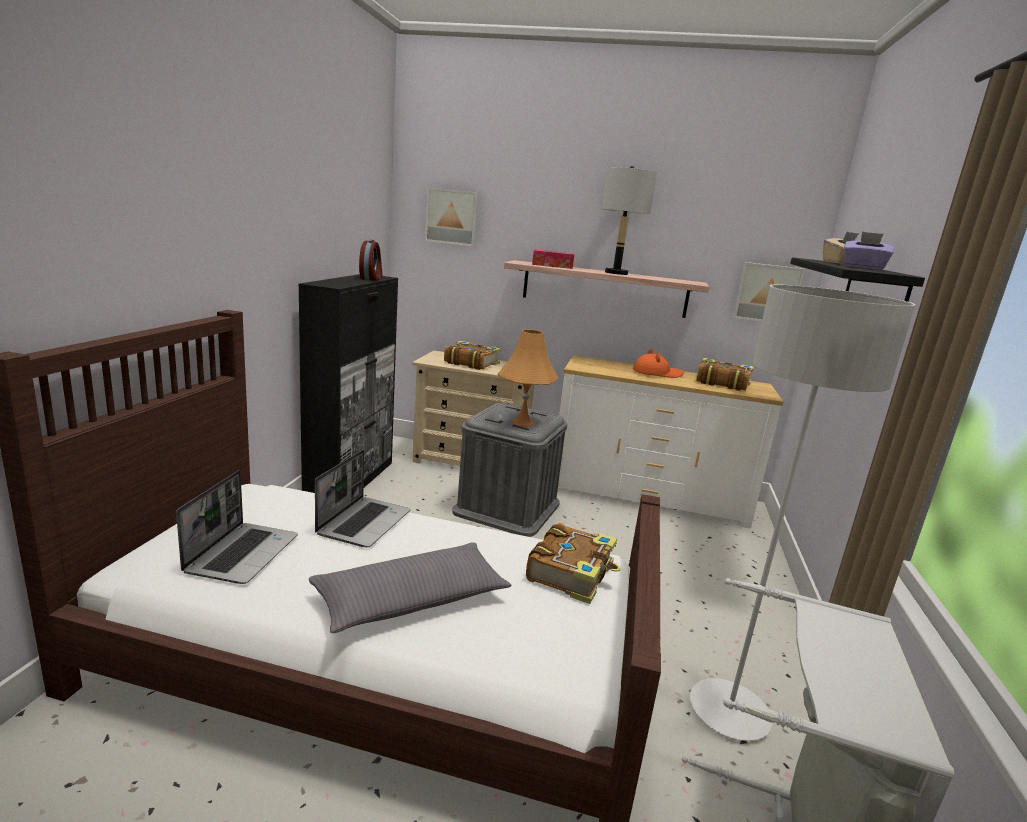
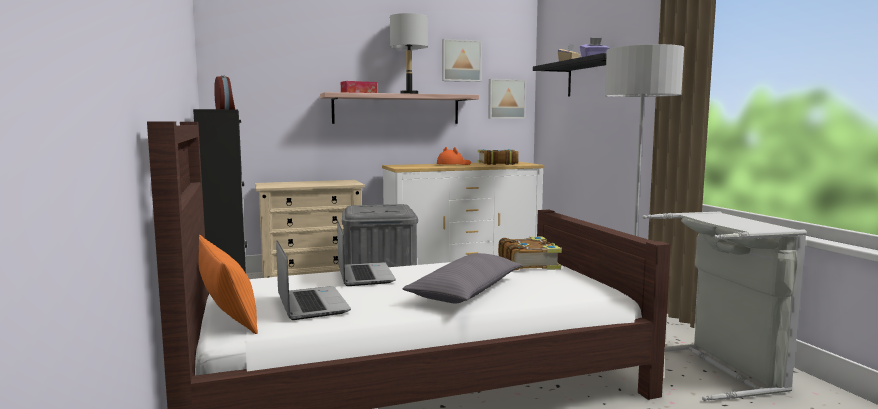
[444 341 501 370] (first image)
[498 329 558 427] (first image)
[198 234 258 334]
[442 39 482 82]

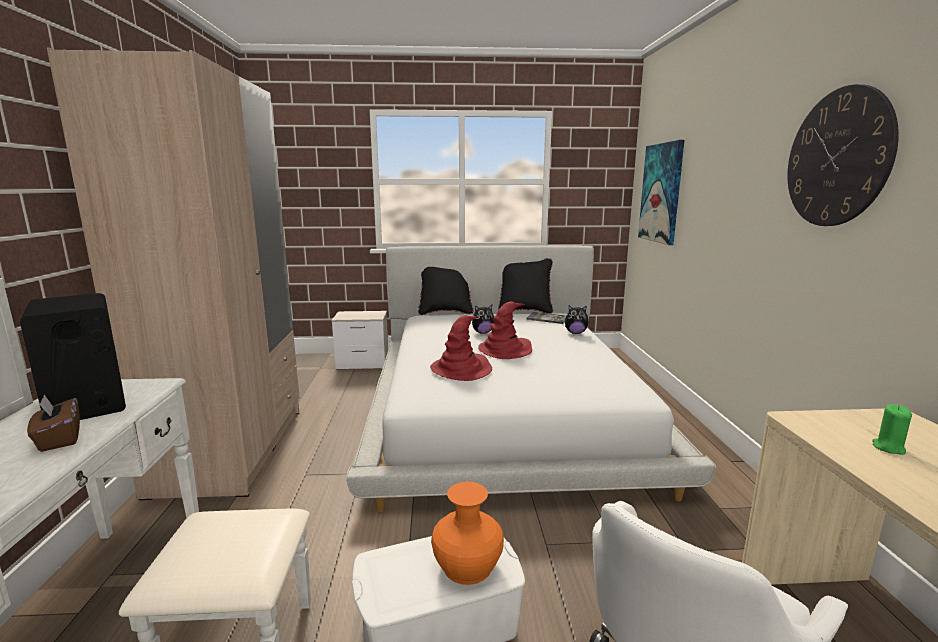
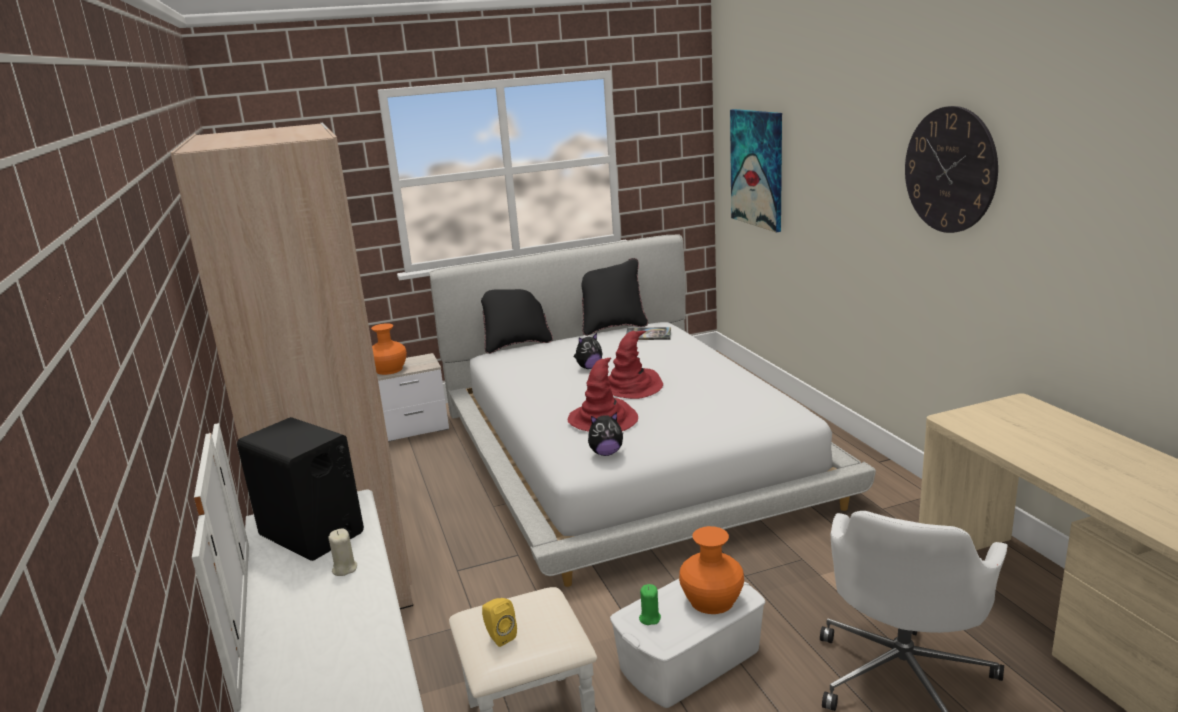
[371 323 407 375]
[482 598 517 647]
[588 412 623 456]
[639 584 661 625]
[328 529 357 576]

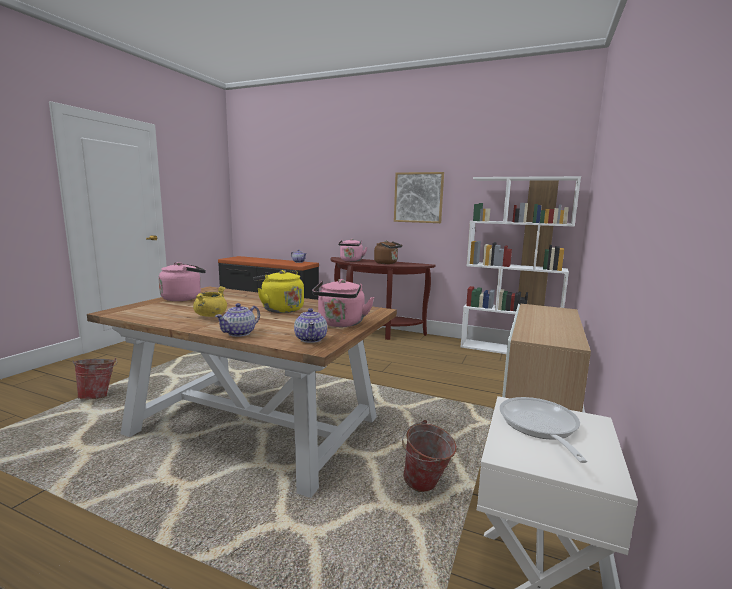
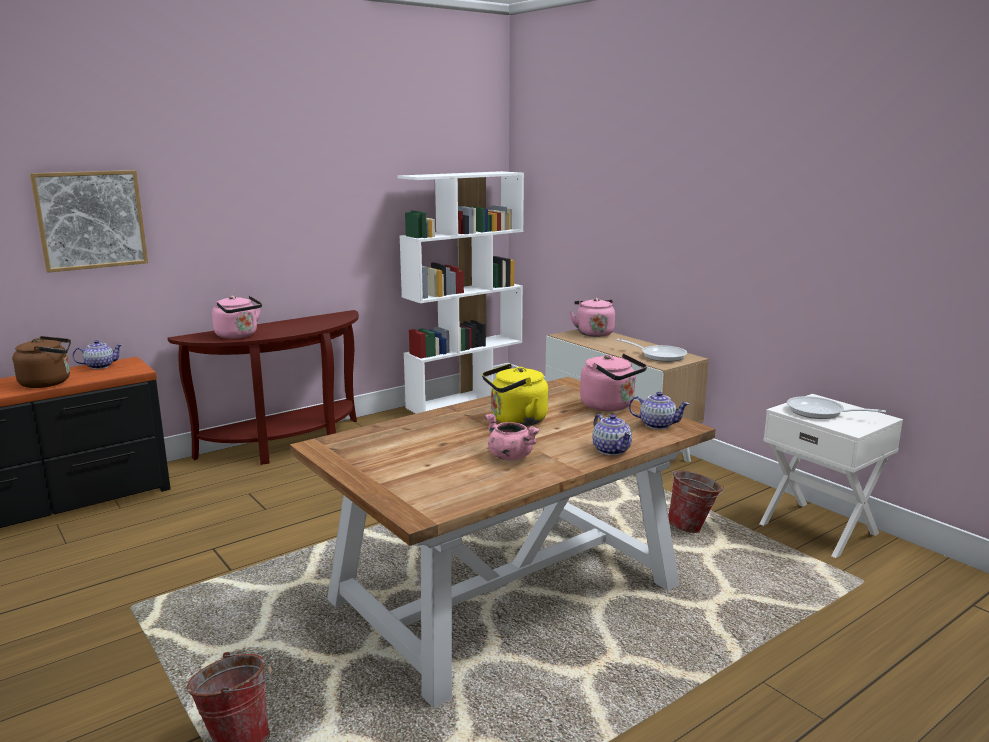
[616 339 687 362]
[570 298 615 337]
[12 336 71 388]
[30 170 148 273]
[485 414 540 461]

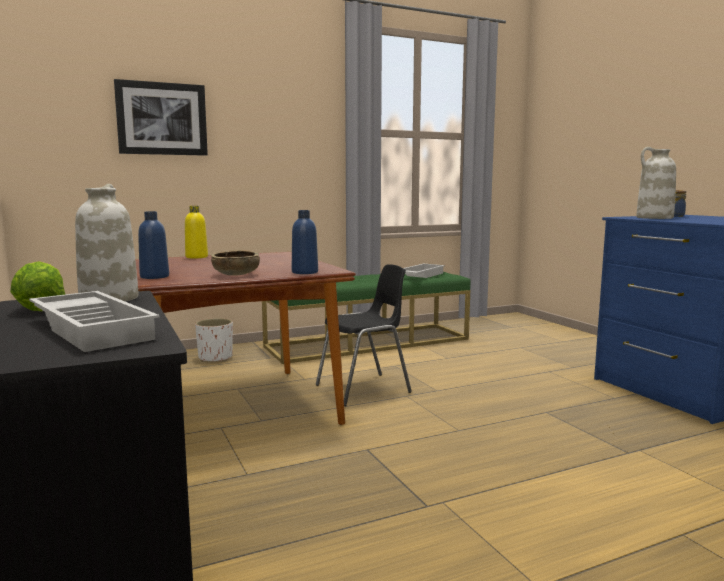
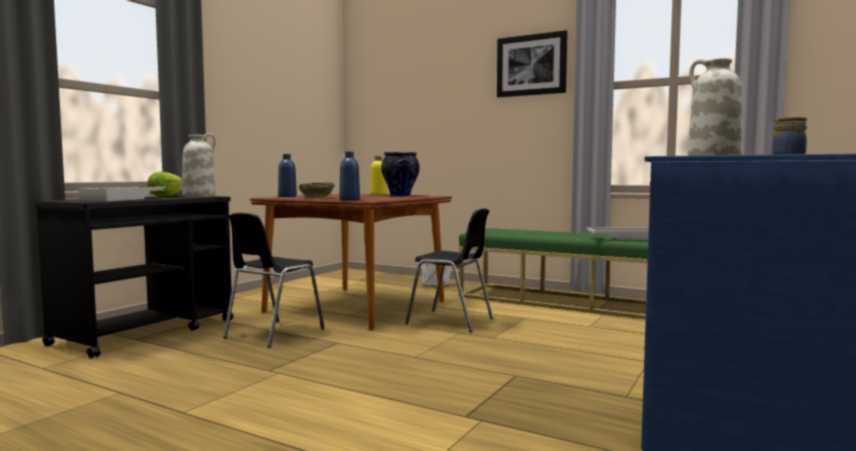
[223 213 325 347]
[381 152 419 197]
[497 30 567 97]

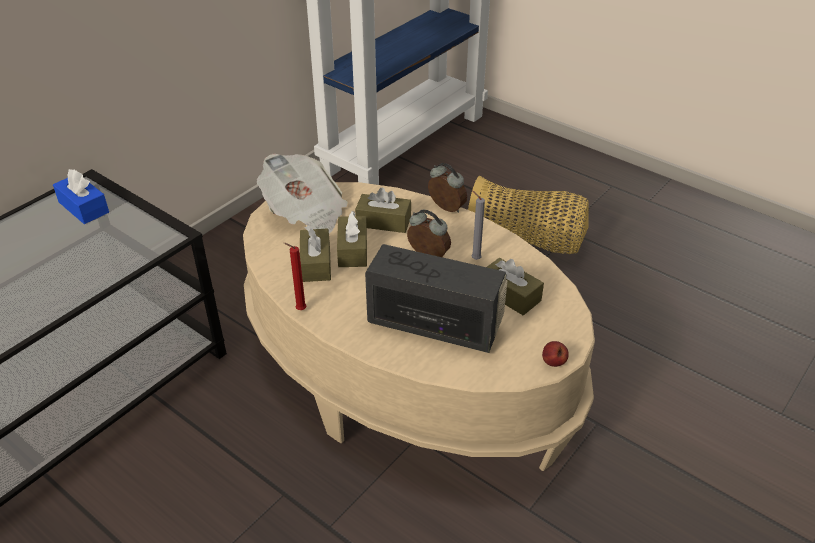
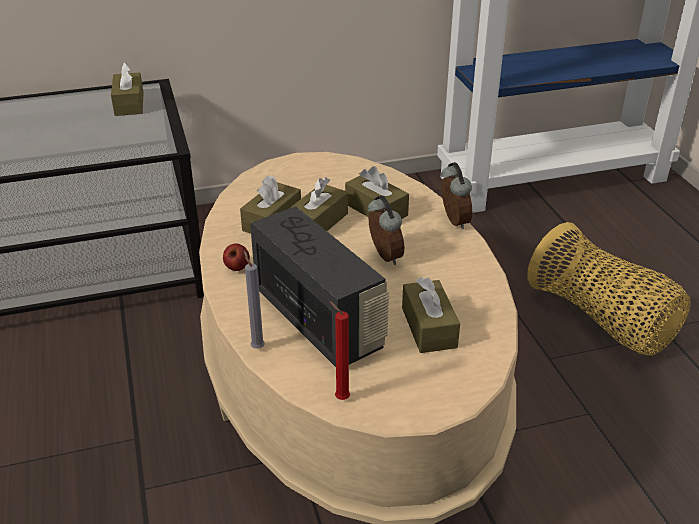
[257 153 348 234] (first image)
[329 301 350 400]
[244 251 265 349]
[223 243 250 271]
[111 62 144 116]

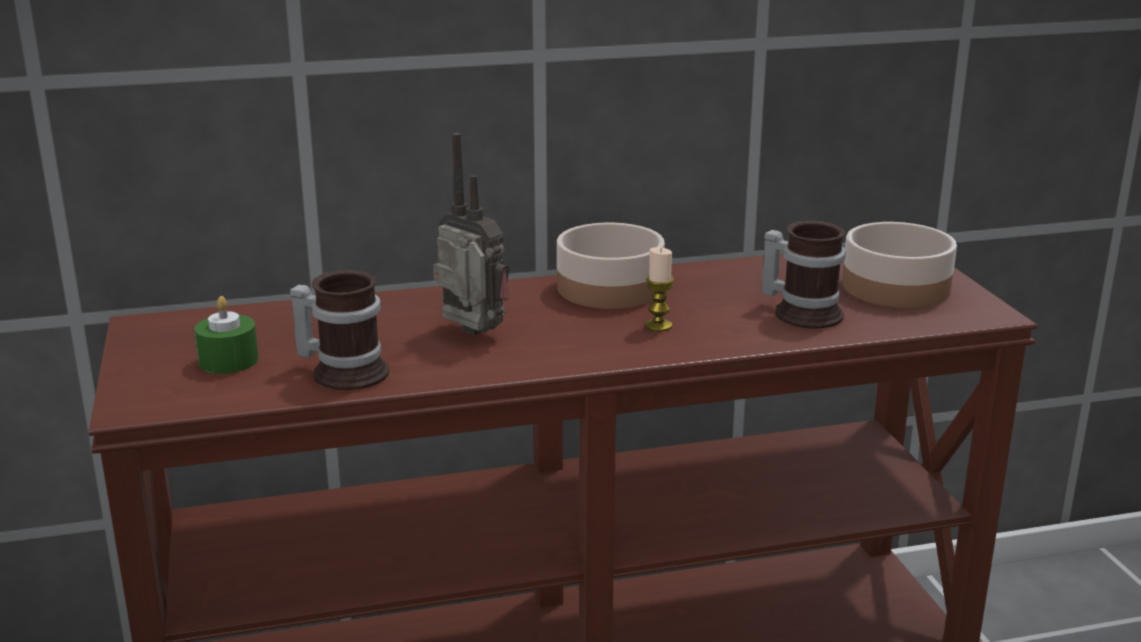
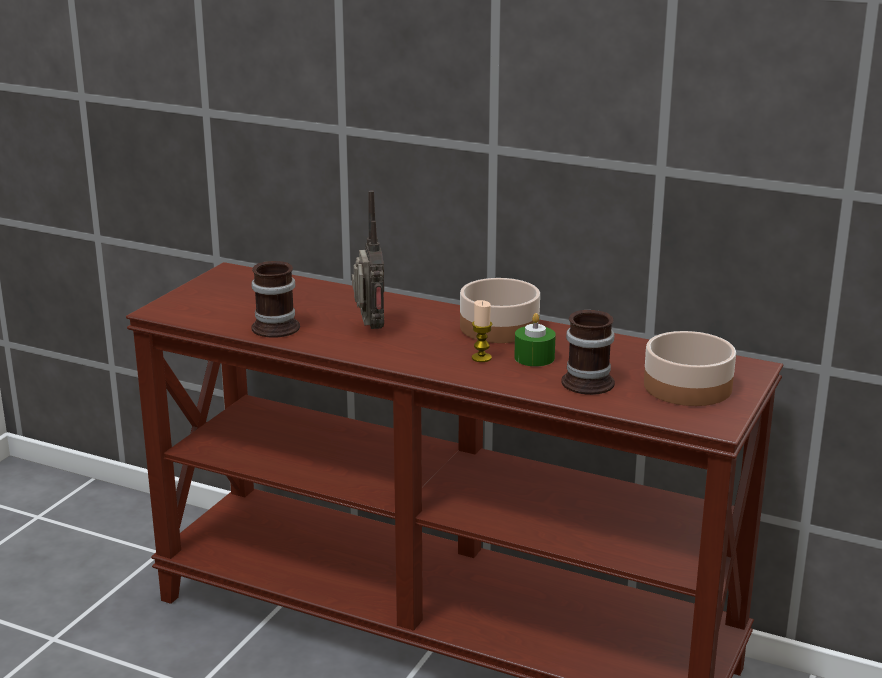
[514 313 556 367]

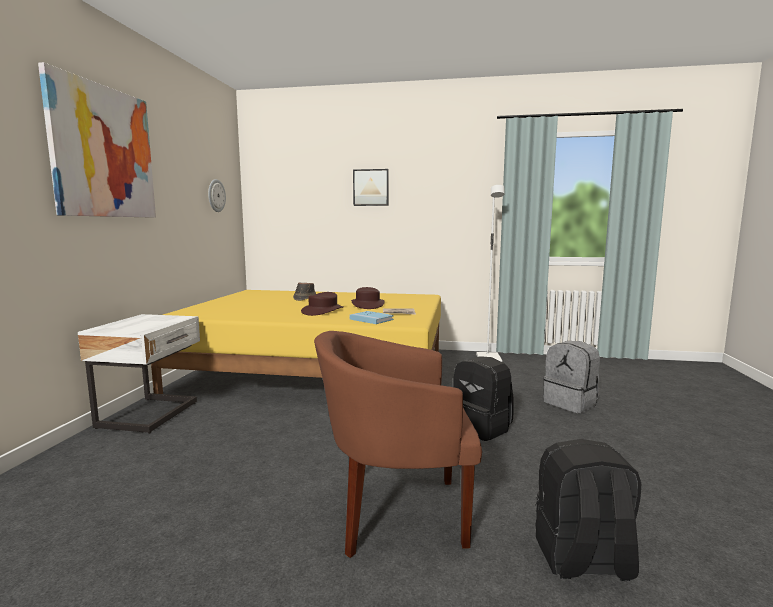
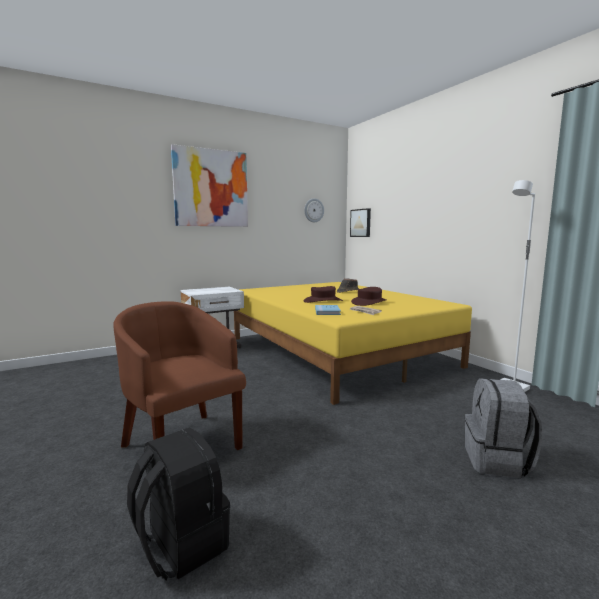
[453 356 514 441] (first image)
[350 208 371 237]

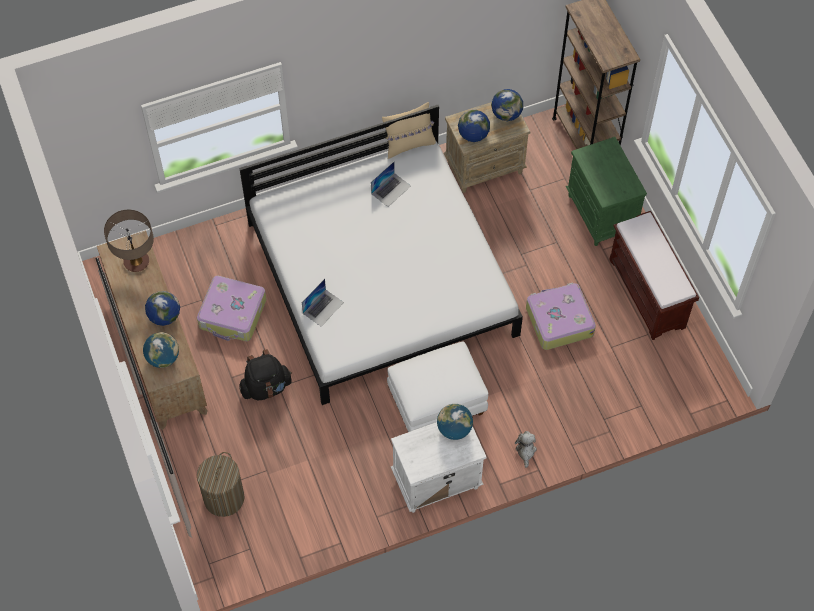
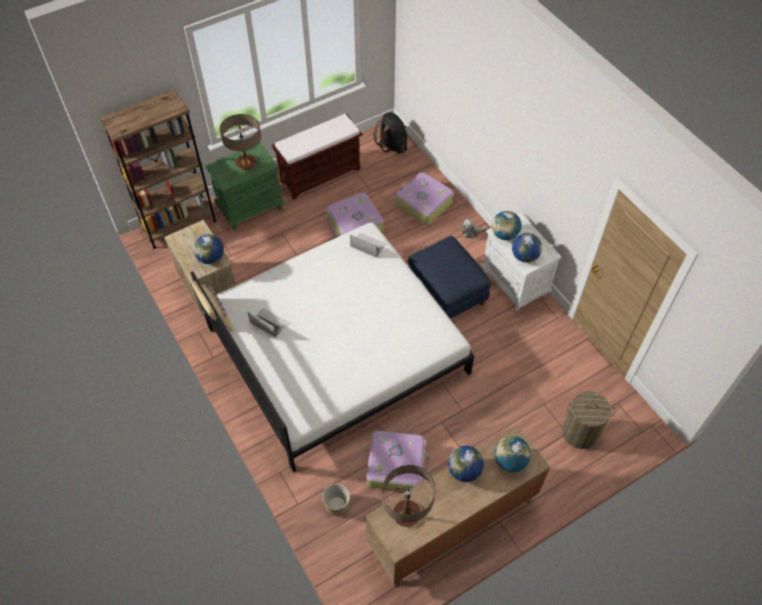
[220 114 261 170]
[322 484 350 516]
[396 172 454 225]
[373 112 407 154]
[350 233 386 258]
[512 233 542 263]
[408 236 491 319]

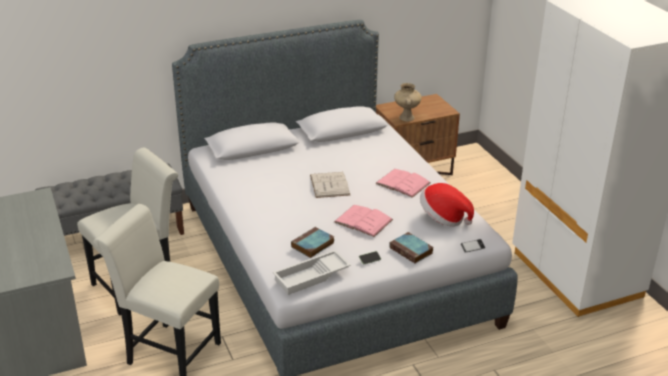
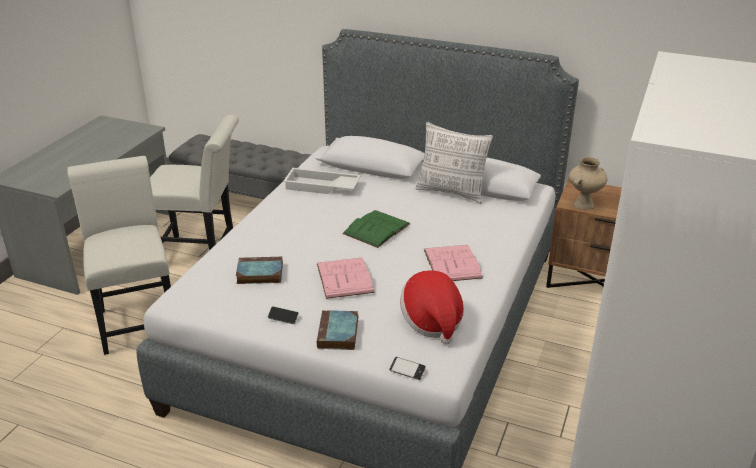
[415 122 493 204]
[283 168 361 194]
[343 210 410 248]

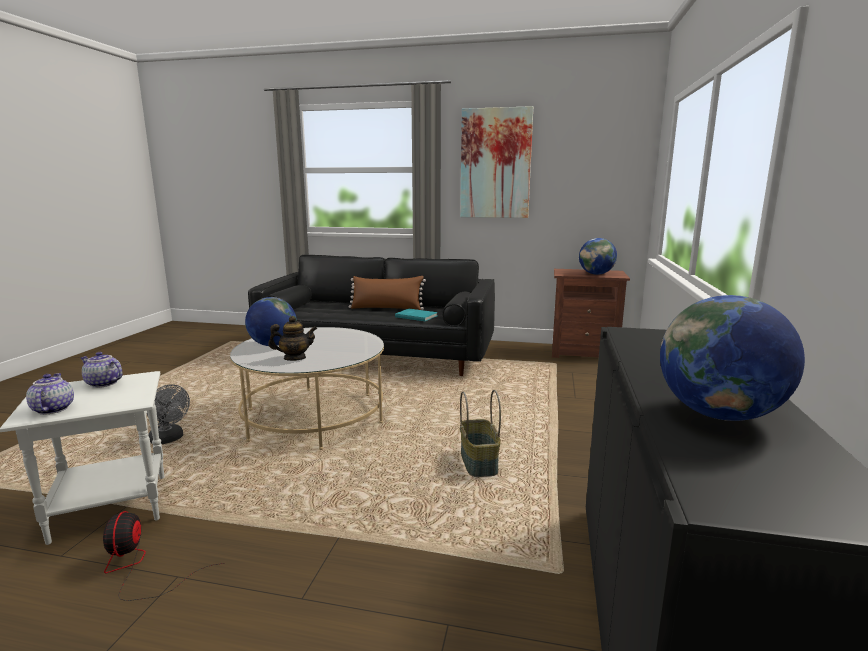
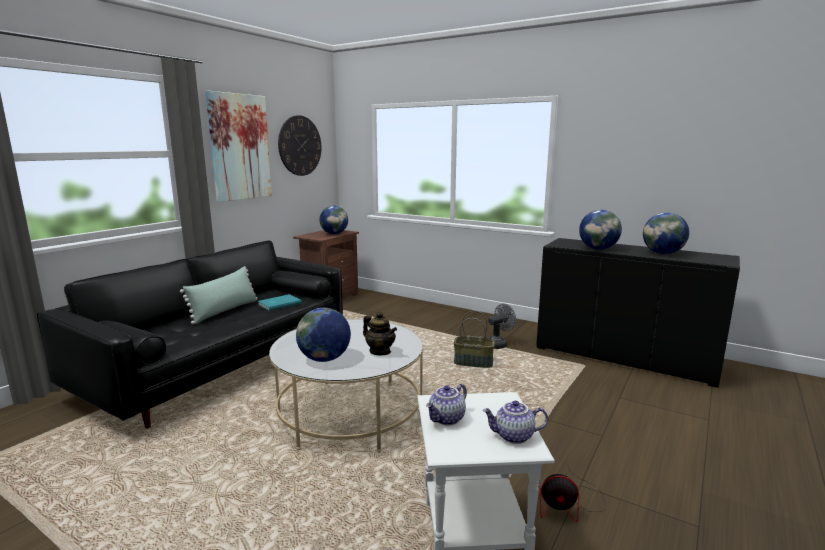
[278 115 321 176]
[579 210 622 250]
[488 304 516 349]
[180 266 258 324]
[363 312 397 355]

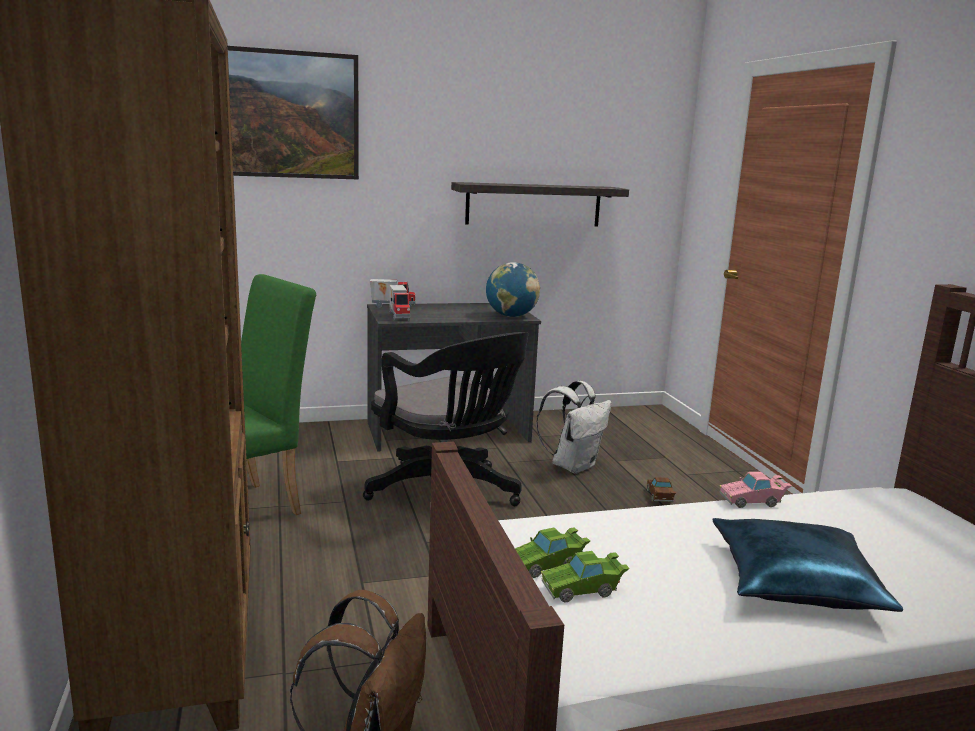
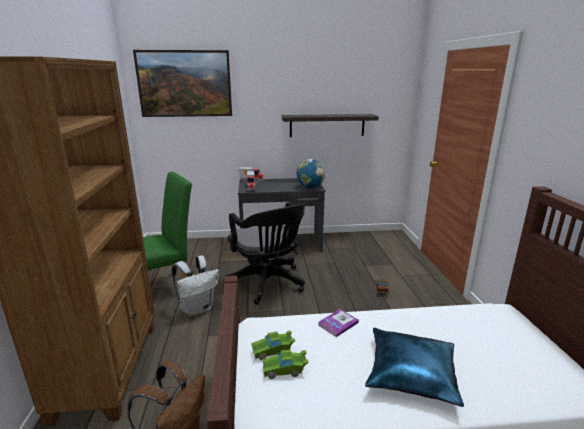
[720 472 792 508] (first image)
[318 309 359 337]
[172 255 219 316]

